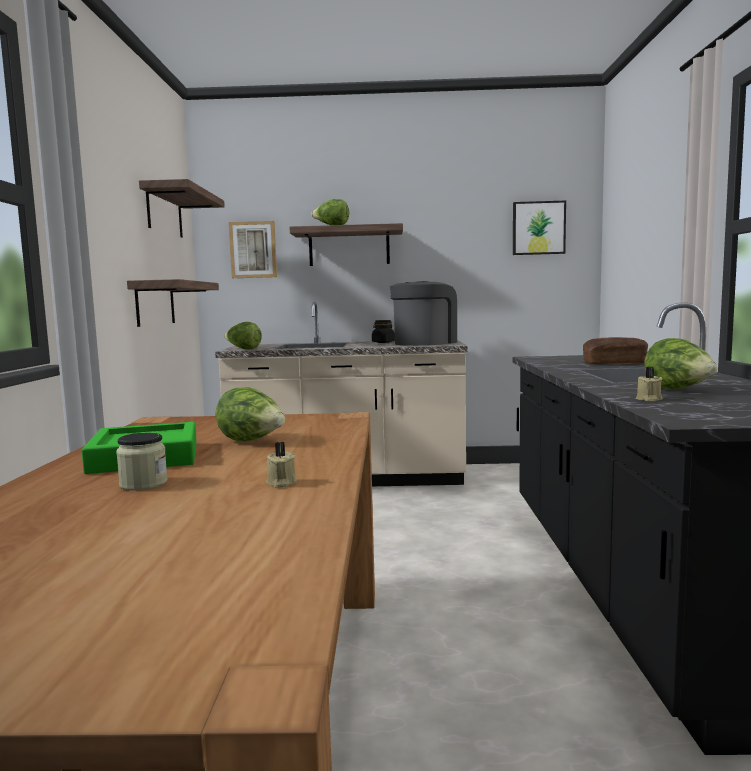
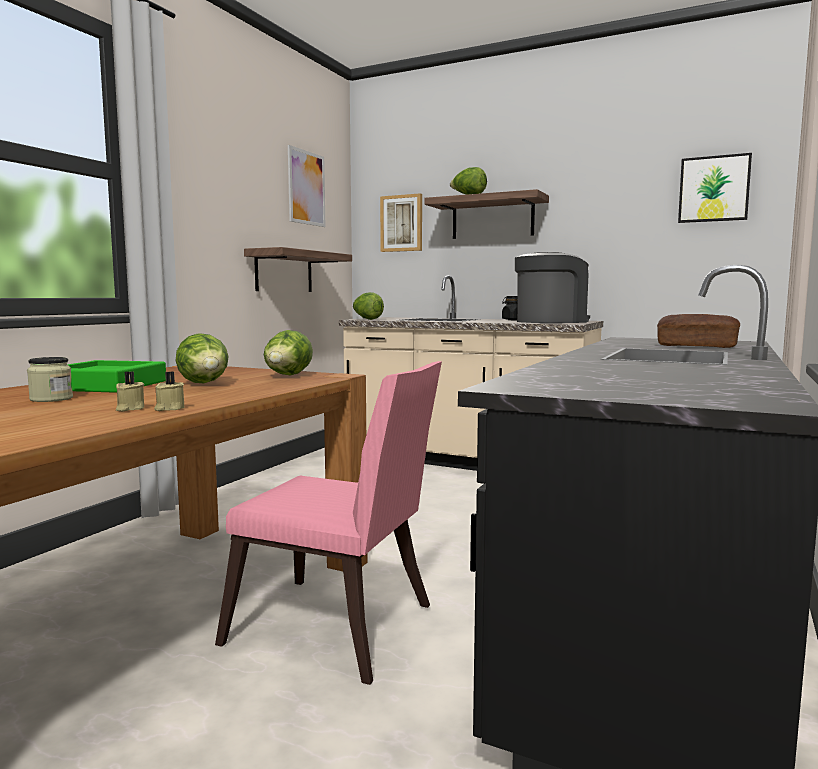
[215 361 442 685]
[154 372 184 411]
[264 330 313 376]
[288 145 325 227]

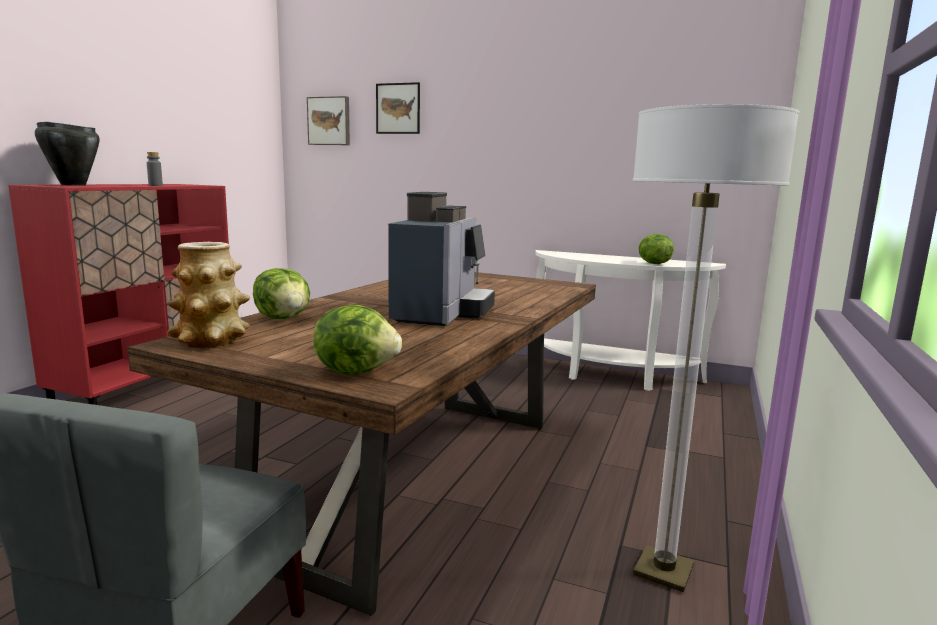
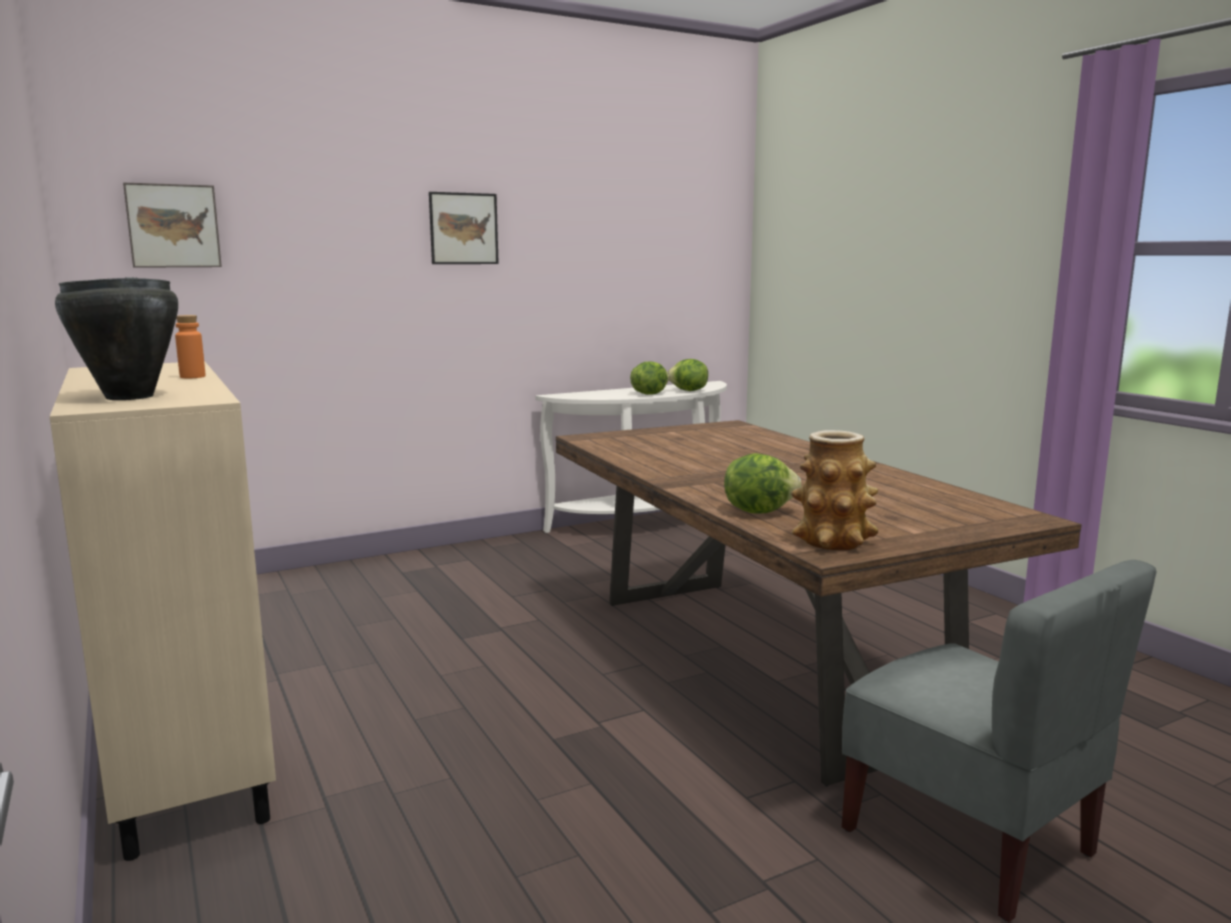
[388 192 495 326] (first image)
[632 104 799 592] (first image)
[630 362 669 395]
[429 192 499 264]
[49 361 276 861]
[175 315 206 378]

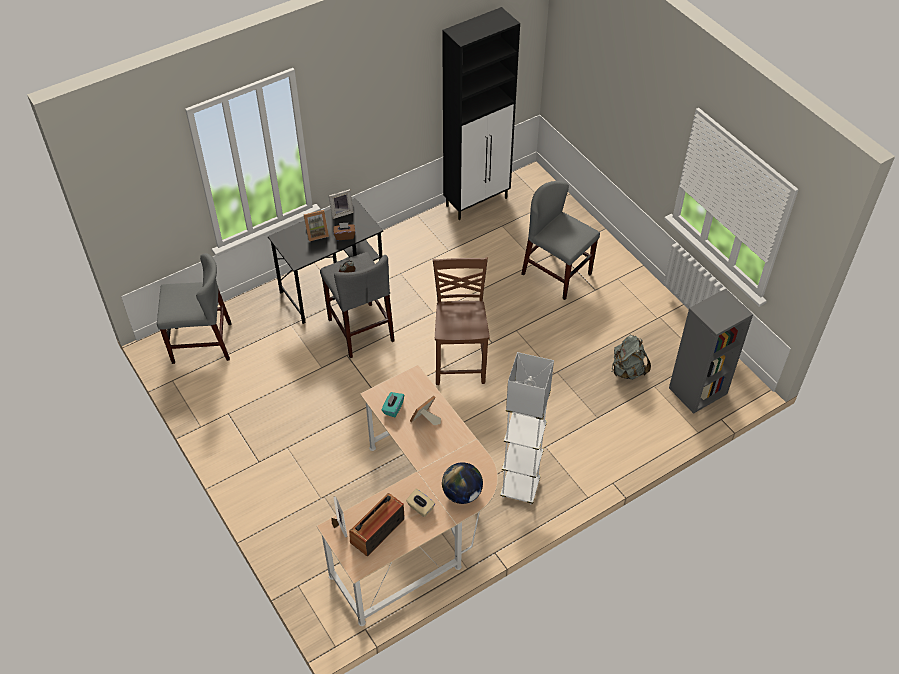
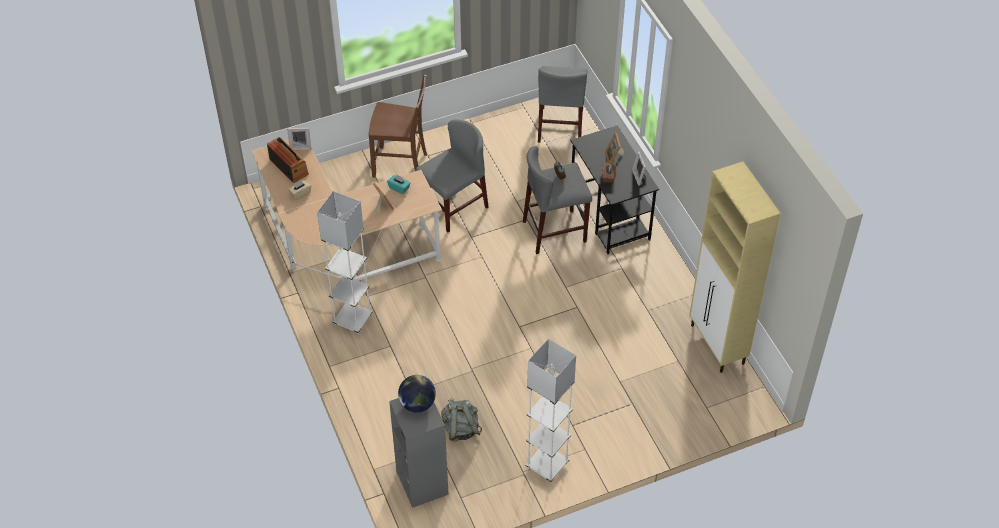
[525 339 576 483]
[369 75 427 178]
[398 375 436 412]
[416 119 489 232]
[689 162 781 373]

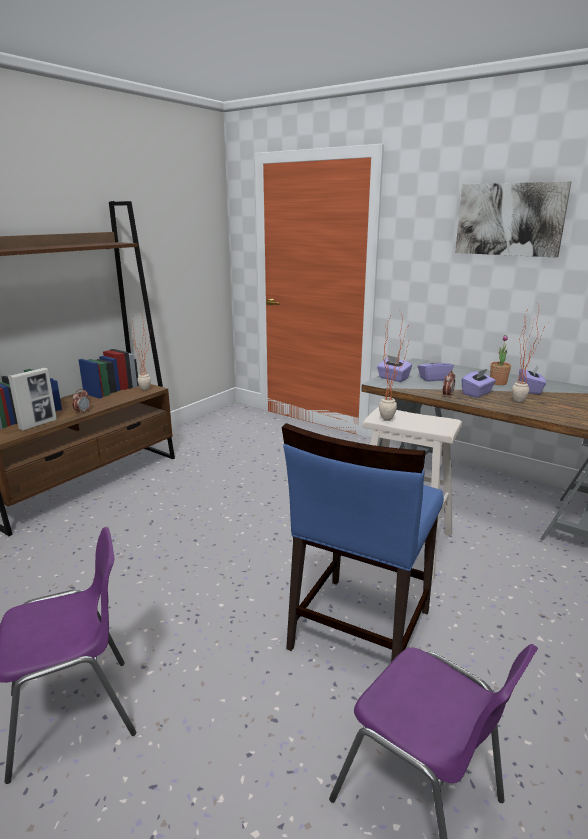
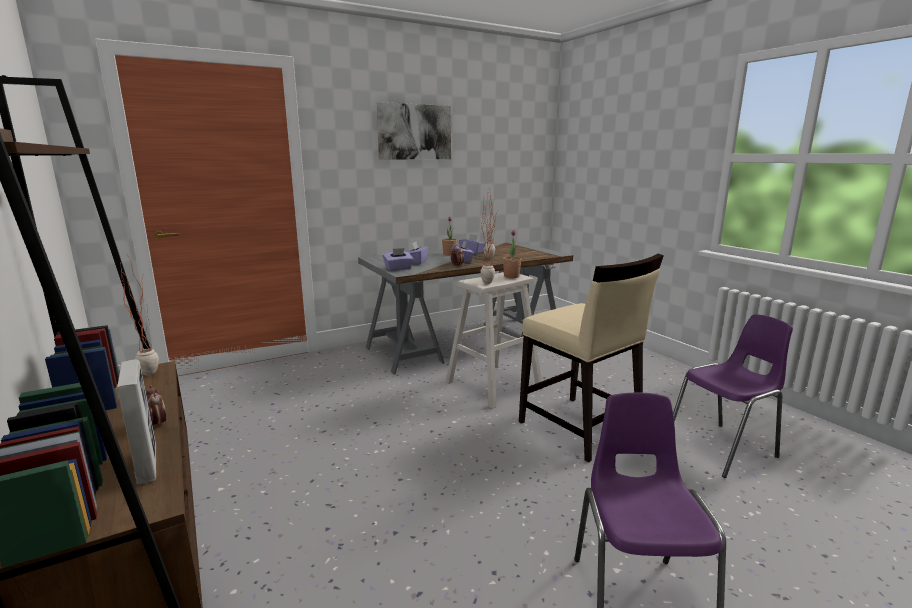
[503 230 521 278]
[519 254 664 463]

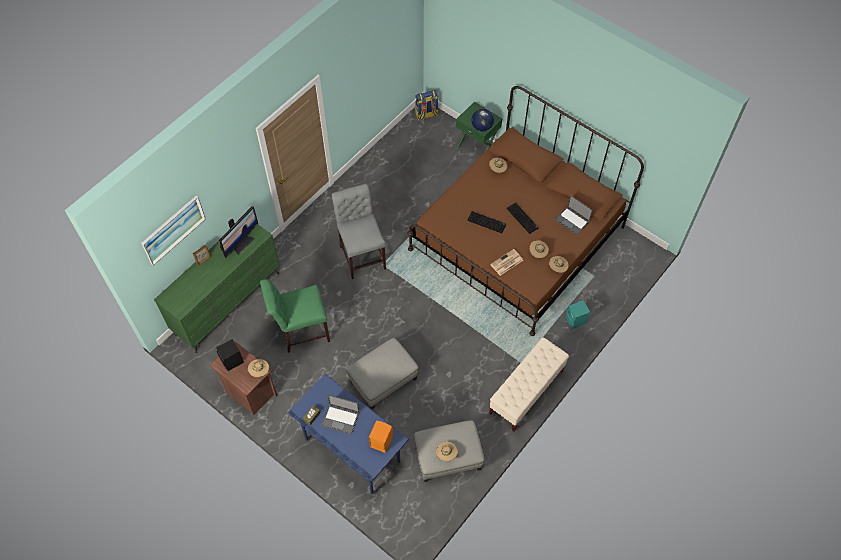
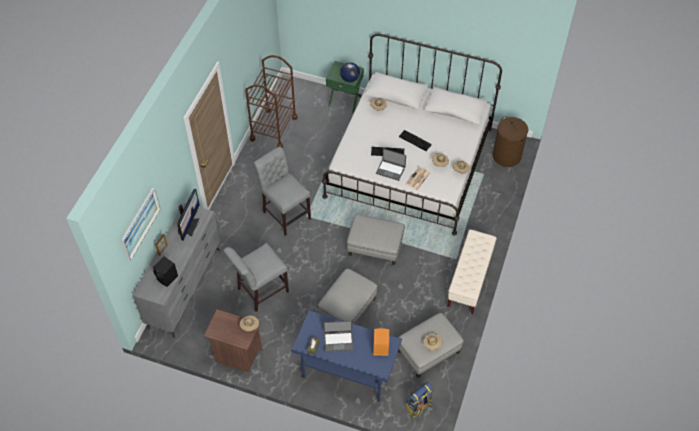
[566 300 590 329] (first image)
[245 55 297 148]
[347 214 405 265]
[492 116 528 167]
[153 256 178 287]
[406 382 433 417]
[376 148 406 181]
[132 203 220 338]
[223 243 289 312]
[322 34 502 235]

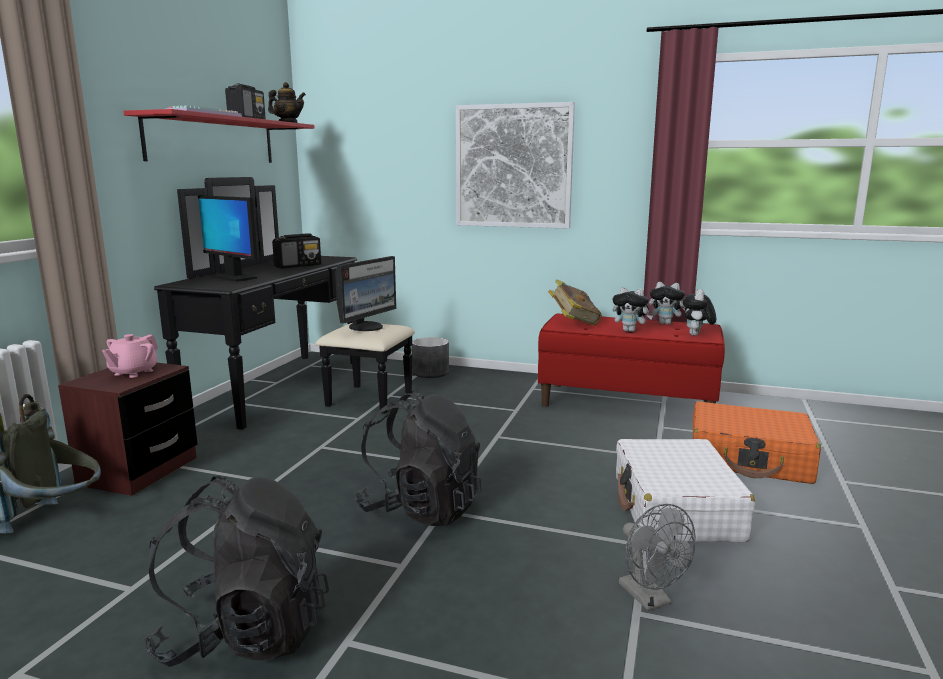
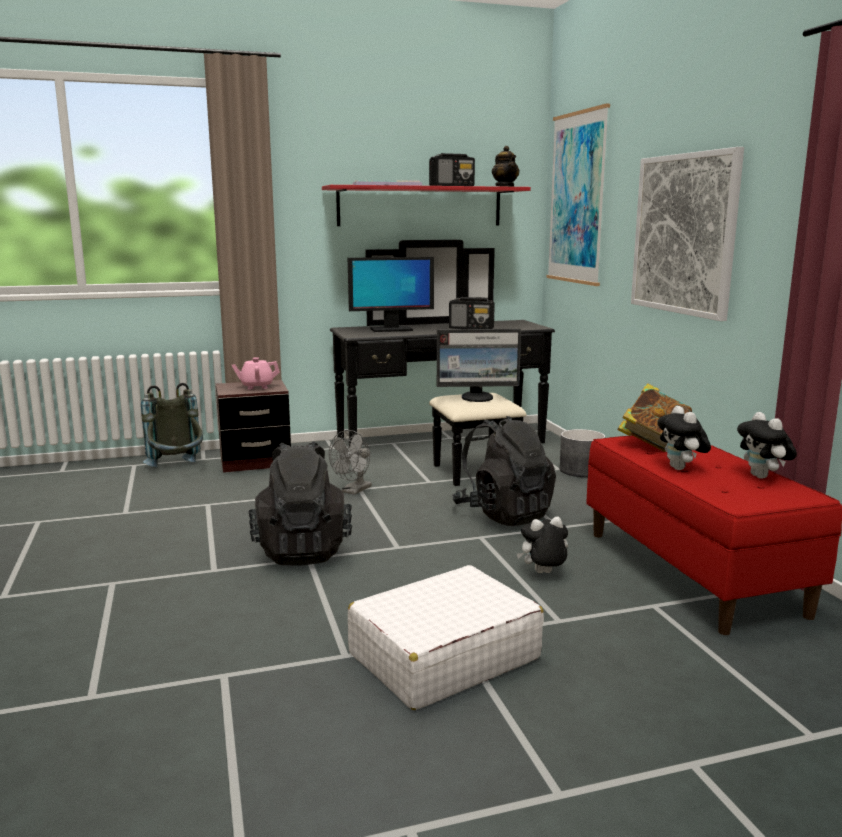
[693 401 821 484] (first image)
[546 104 610 286]
[452 416 556 526]
[329 430 372 495]
[517 516 568 573]
[348 257 434 332]

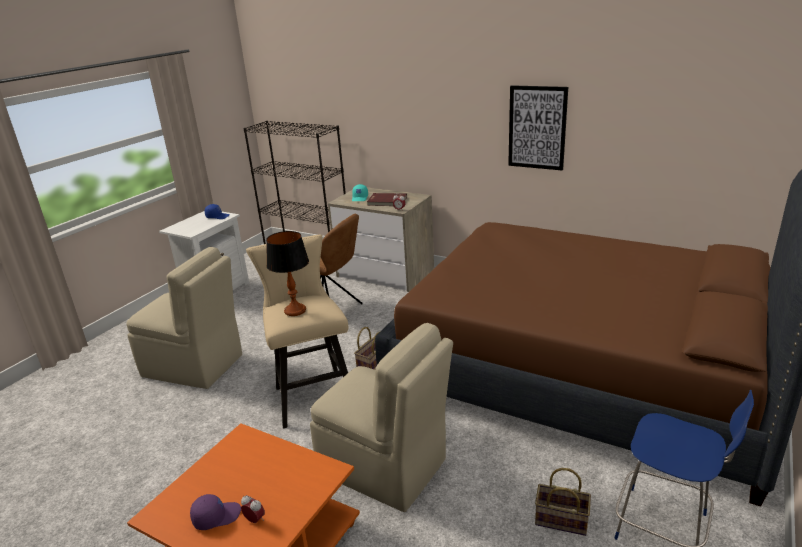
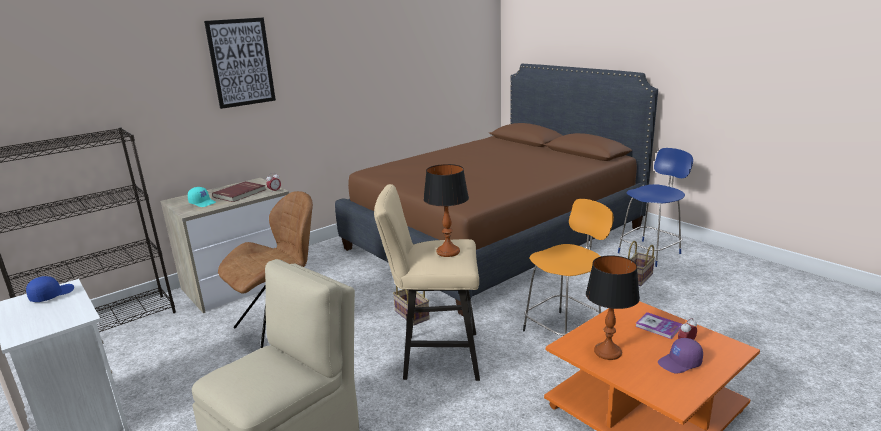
[586 255 640 360]
[635 312 682 339]
[204 18 276 109]
[523 199 614 336]
[658 338 703 373]

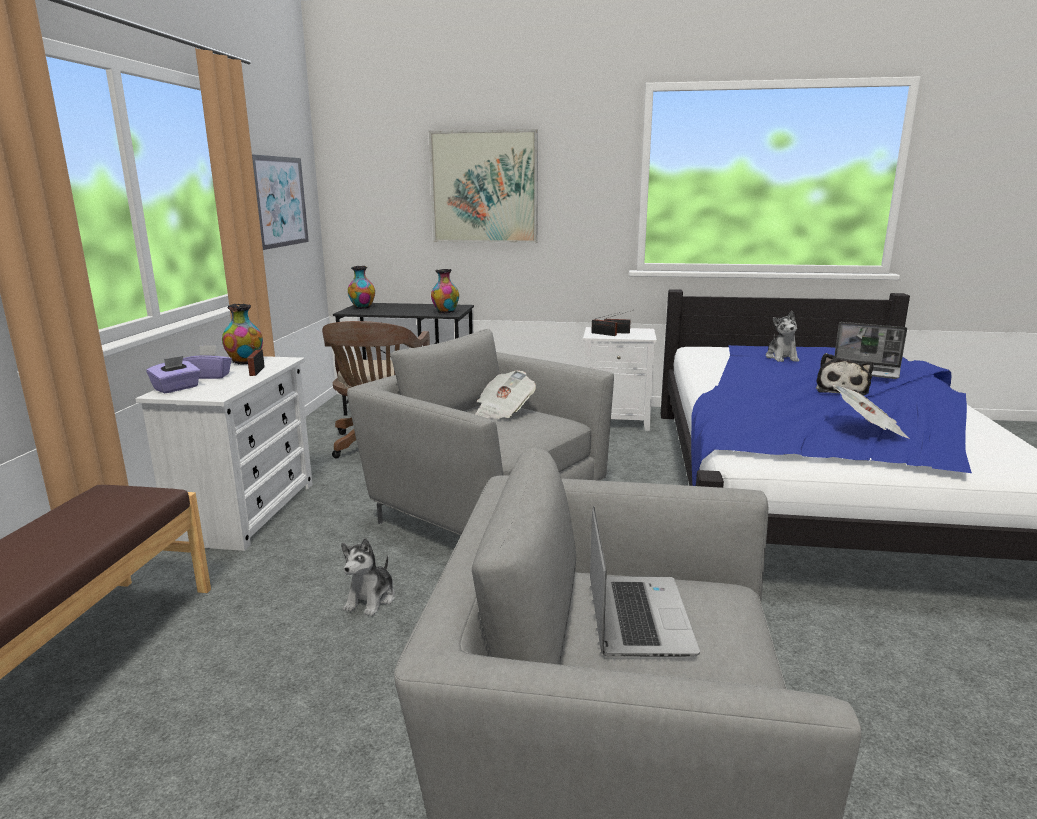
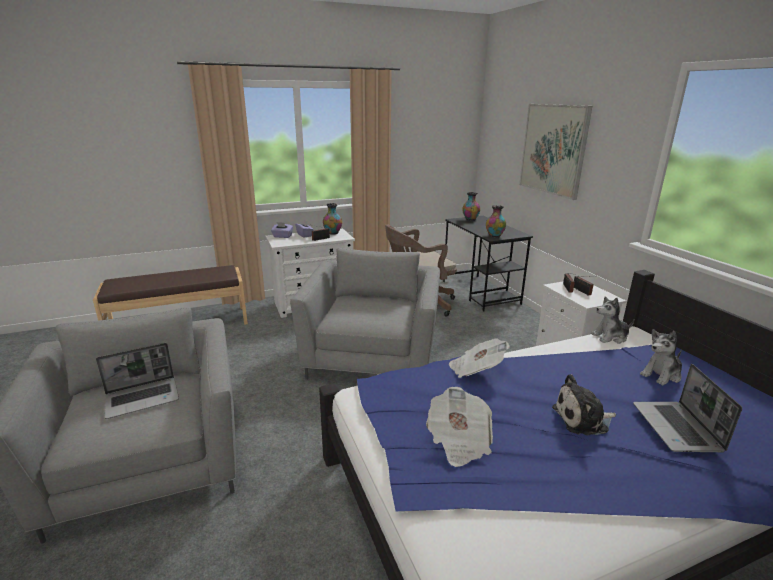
[252 154 309 250] (first image)
[591 296 634 344]
[449 338 510 378]

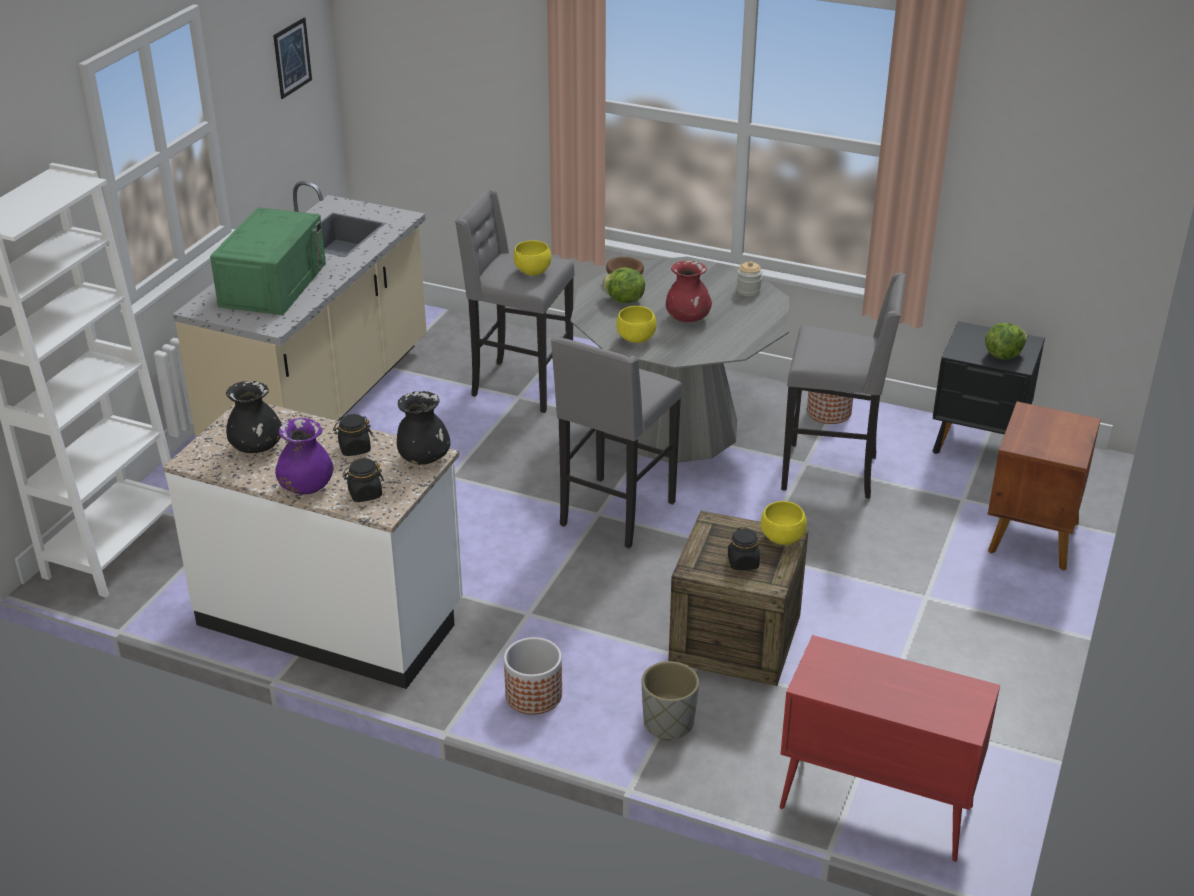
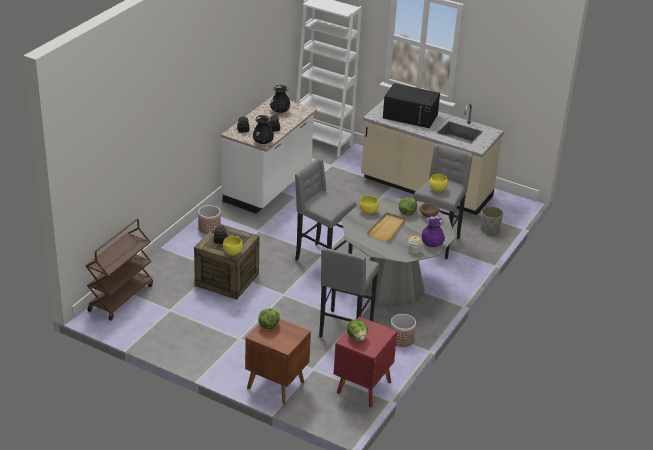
[273 17 312 99] (first image)
[258 308 280 329]
[422 216 445 247]
[480 206 503 235]
[367 212 406 241]
[85 219 153 321]
[383 83 440 128]
[334 317 397 407]

